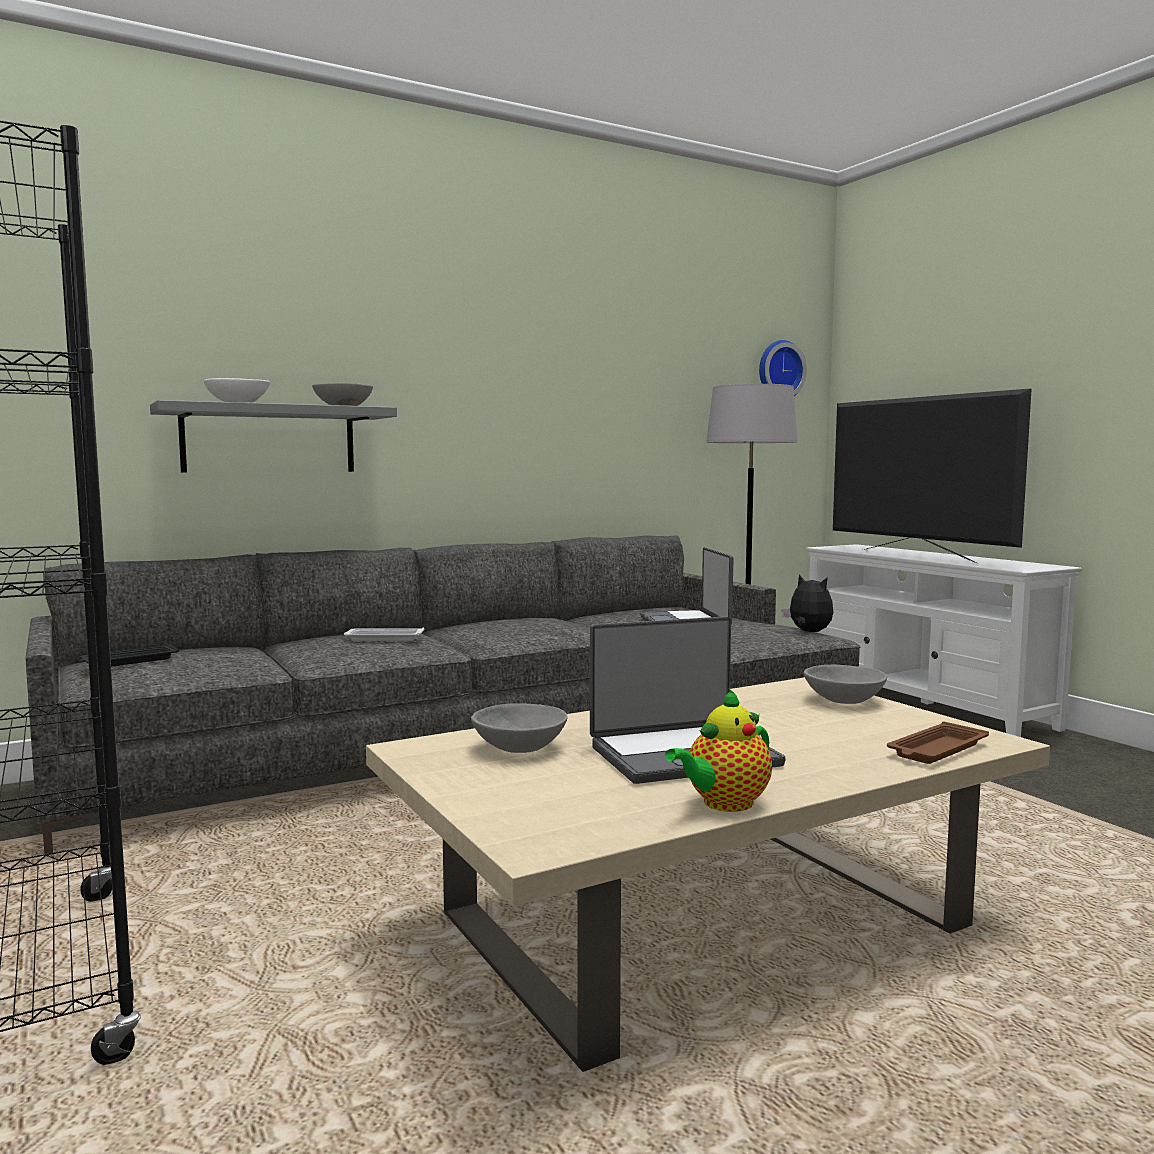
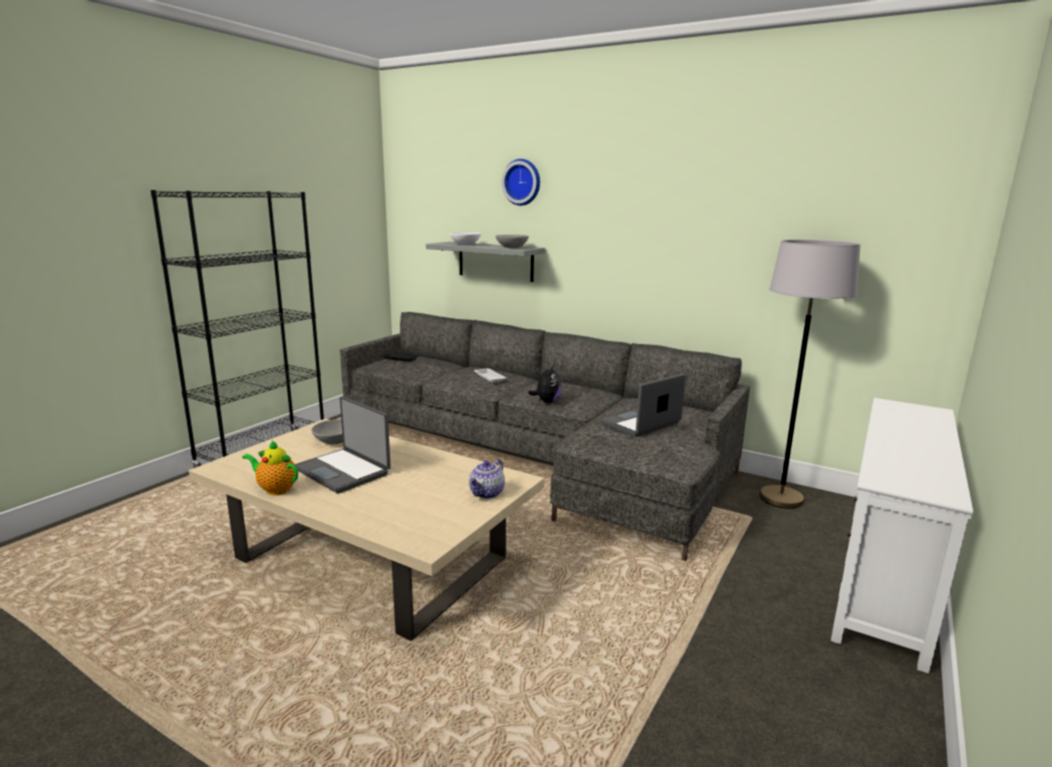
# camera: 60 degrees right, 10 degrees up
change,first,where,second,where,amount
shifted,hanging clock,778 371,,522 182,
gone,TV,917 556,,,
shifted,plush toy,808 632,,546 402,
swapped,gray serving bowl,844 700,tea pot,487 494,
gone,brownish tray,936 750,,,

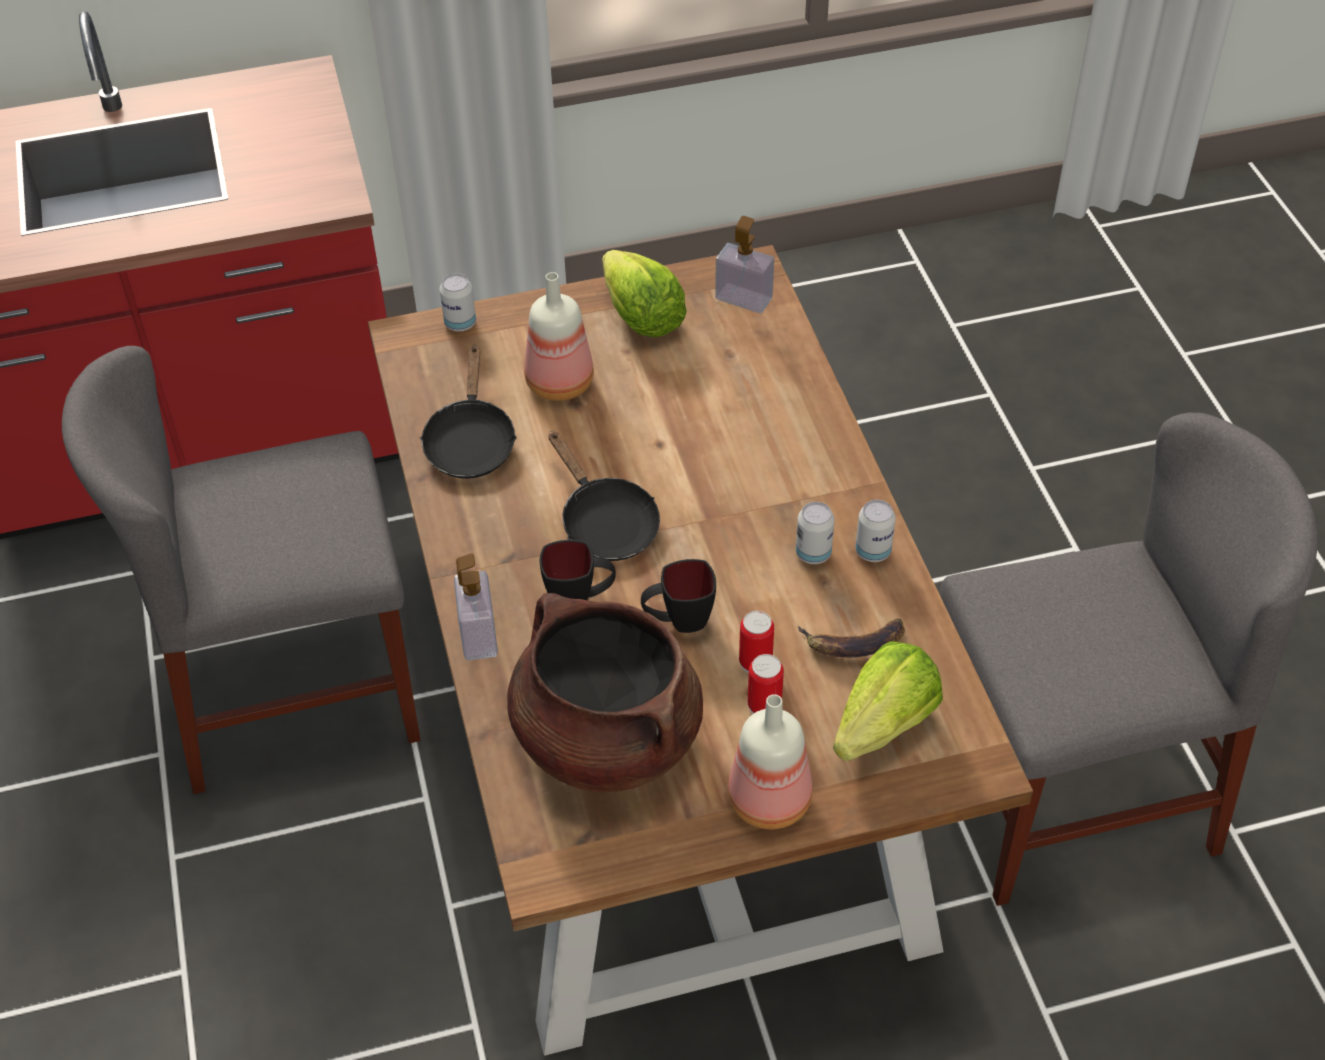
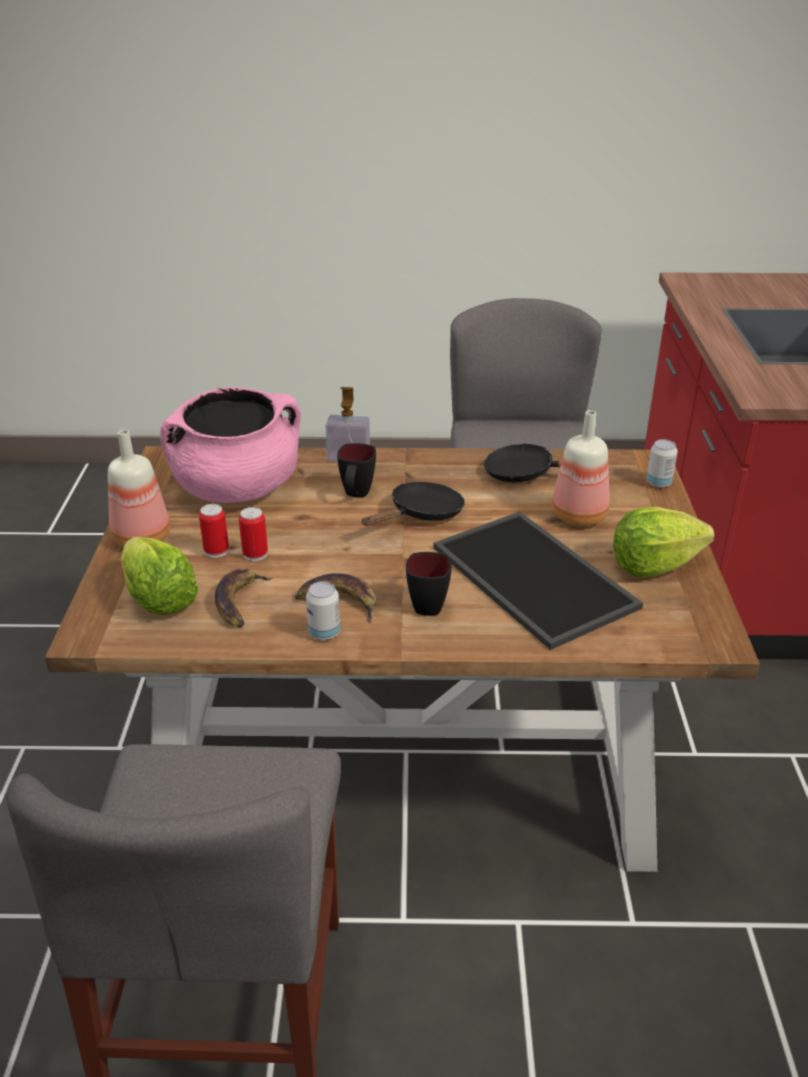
# camera: 105 degrees right, 15 degrees down
change,first,where,second,where,amount
gone,liquid soap bottle,743 298,,,
rotated,black-coloured frying pan,605 523,,421 514,150 degrees clockwise
swapped,sealed can,813 553,whole banana,340 601,
shifted,black-coloured coffee mug,678 622,,428 602,
repainted,brownish stockpot,606 738,pink-coloured stockpot,238 488,
new,,,tray,537 577,

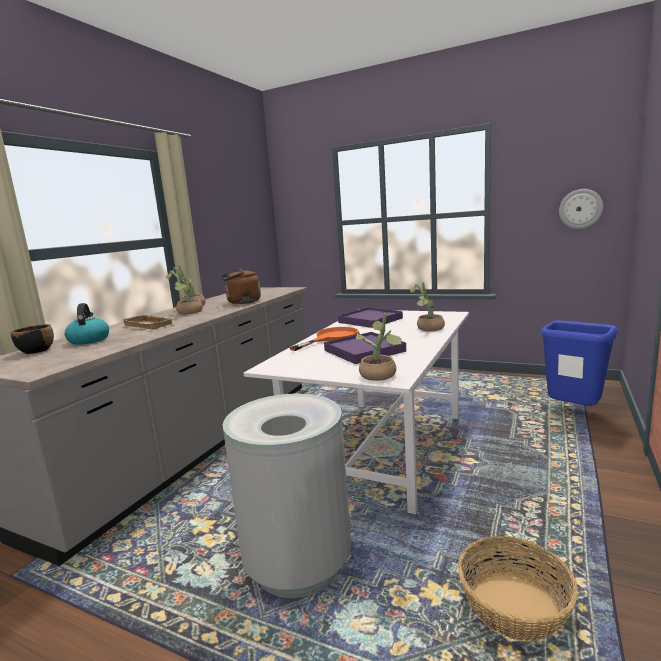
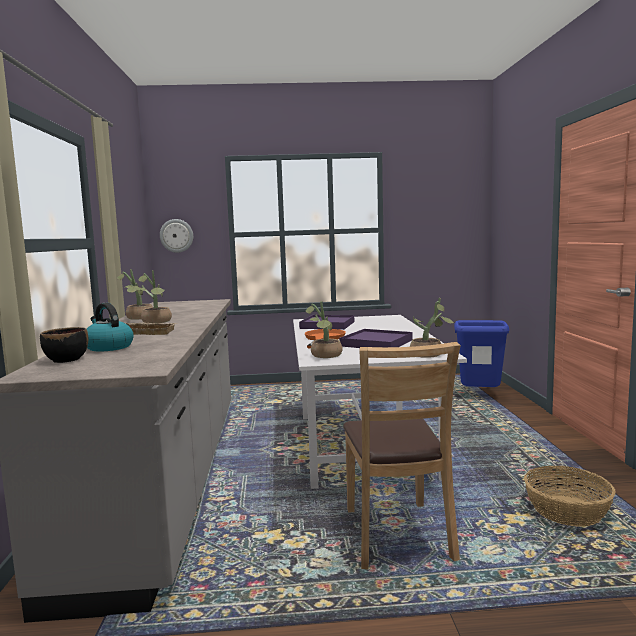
# camera: 30 degrees left, 5 degrees down
change,first,where,second,where,amount
shifted,hanging clock,580 209,,176 235,
gone,brownish kettle,241 302,,,
shifted,houseplant,428 329,,325 356,
swapped,gray trash can,298 564,brownish chair,397 535,

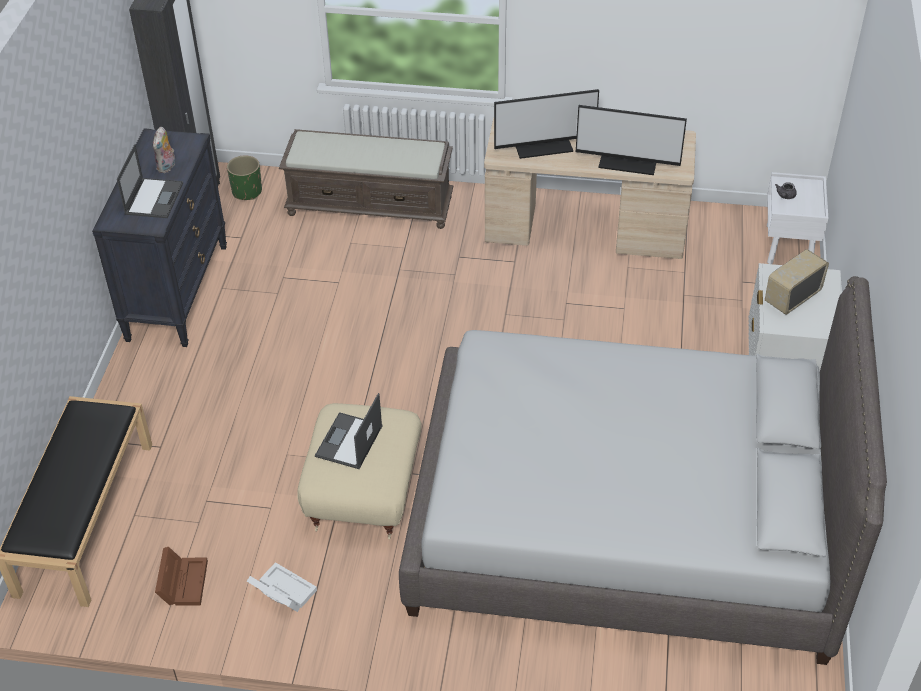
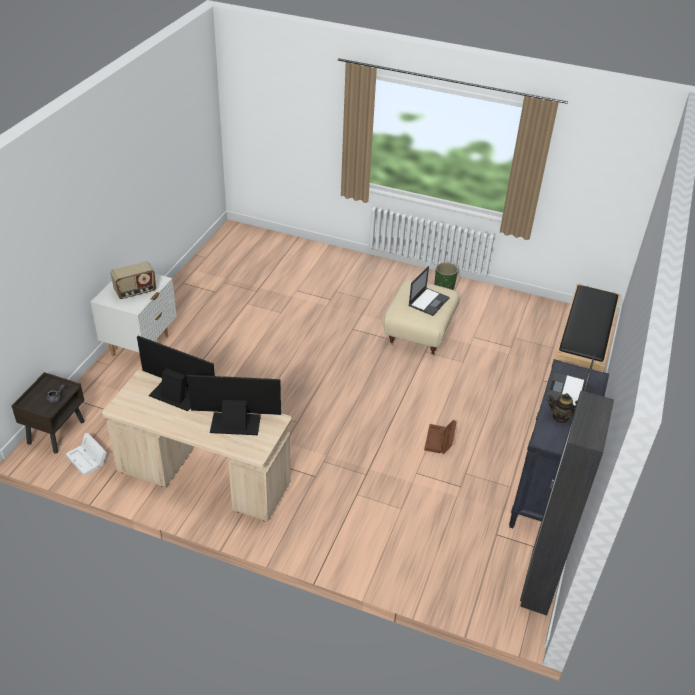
# camera: 170 degrees left, 5 degrees down
change,first,where,second,where,amount
swapped,plush toy,167 167,tea pot,560 417,
gone,brownish long seat,371 205,,,
shifted,green planter,247 192,,444 287,
repainted,white night table,789 246,brownish night table,56 432,
gone,gray bedroom bed,625 522,,,
shifted,brownish storage container,183 581,,439 441,
shifted,white storage container,281 591,,88 460,

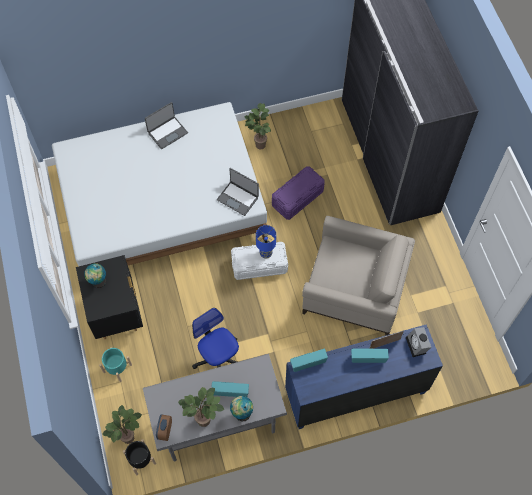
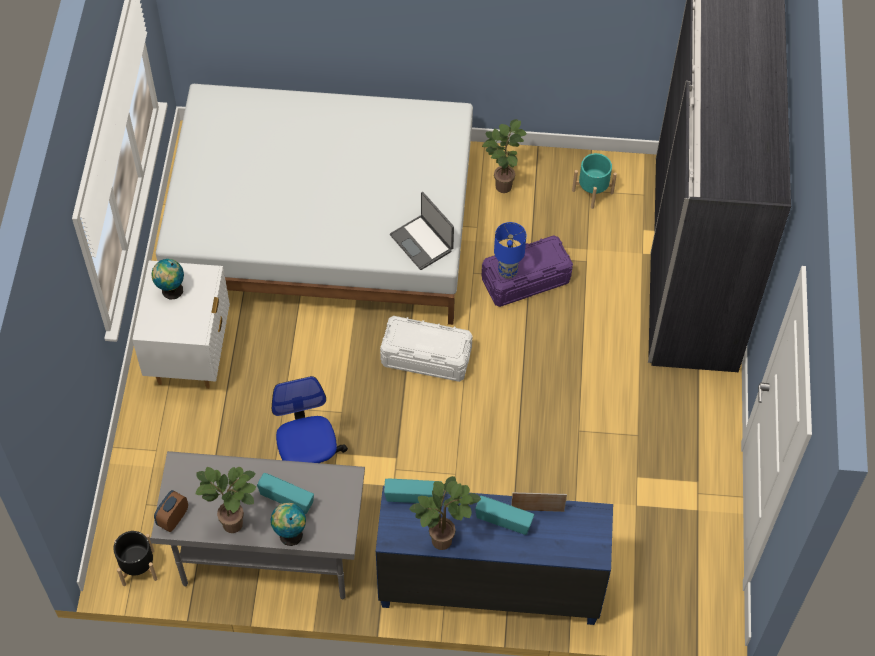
# camera: 20 degrees right, 5 degrees down
change,first,where,second,where,amount
gone,notebook computer,167 132,,,
gone,sand-coloured armchair,354 290,,,
shifted,blue tabletop lamp,265 253,,507 272,
repainted,black-coloured night table,116 314,white night table,190 356,
gone,bedside clock,417 346,,,
shifted,turquoise-coloured planter,117 368,,592 192,
shifted,houseplant,129 435,,444 537,

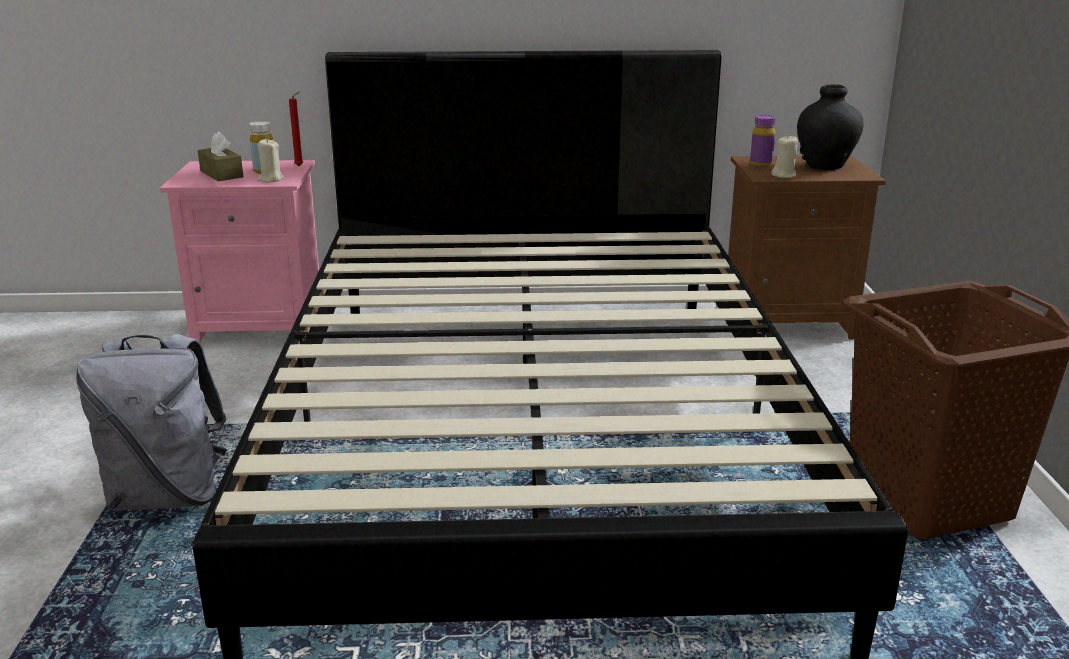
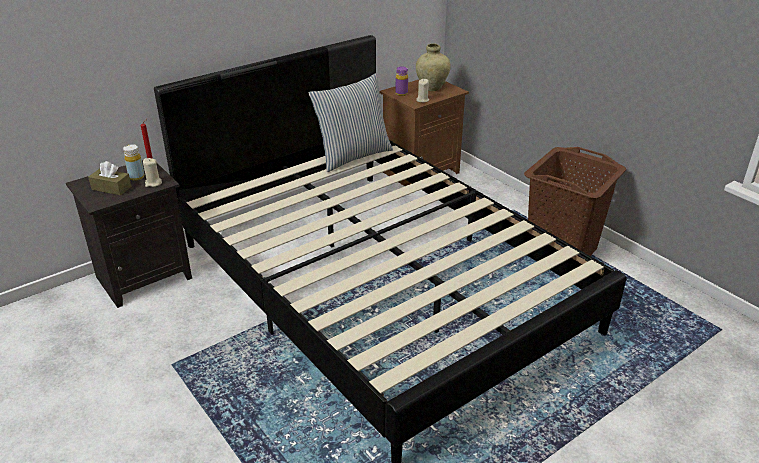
# camera: 35 degrees left, 10 degrees up
change,first,where,second,where,amount
repainted,black-coloured decorative vase,825 166,sand-coloured decorative vase,432 88,
repainted,pink-coloured night table,262 329,black-coloured night table,144 276,
gone,gray knapsack,168 496,,,
new,,,pillow,353 156,

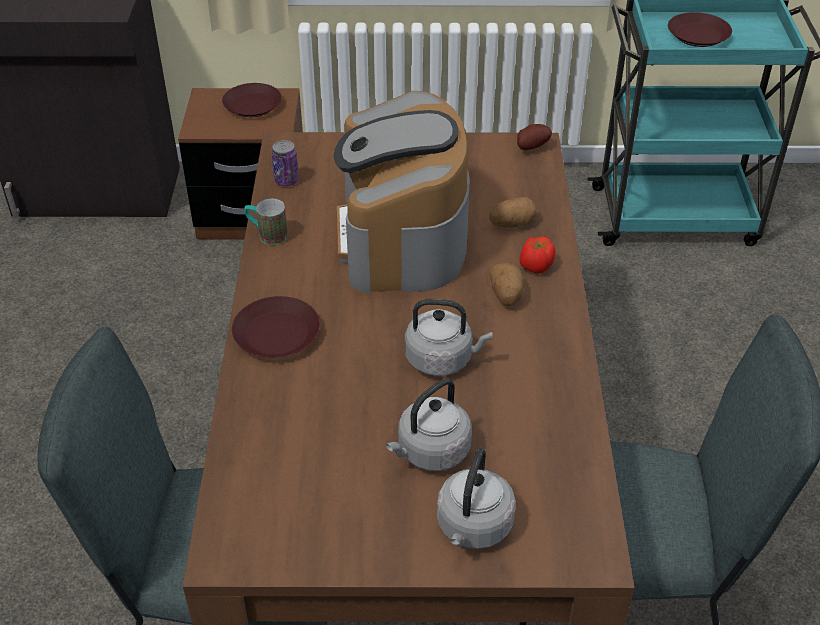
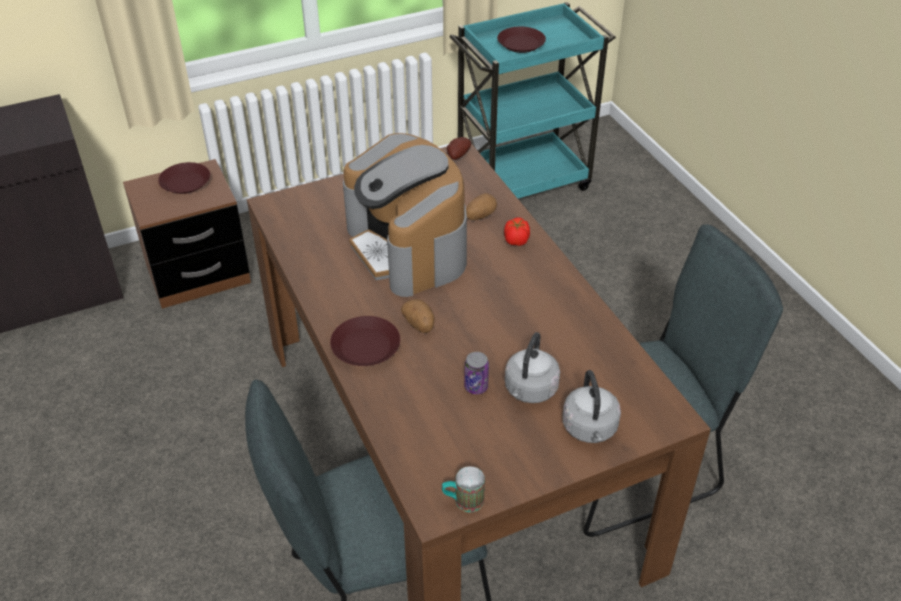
# camera: 25 degrees left, 0 degrees up
change,first,where,second,where,amount
shifted,sealed can,286 181,,476 387,
shifted,coffee mug,267 235,,462 501,
shifted,spud,506 295,,419 324,
gone,gray kettle,442 359,,,

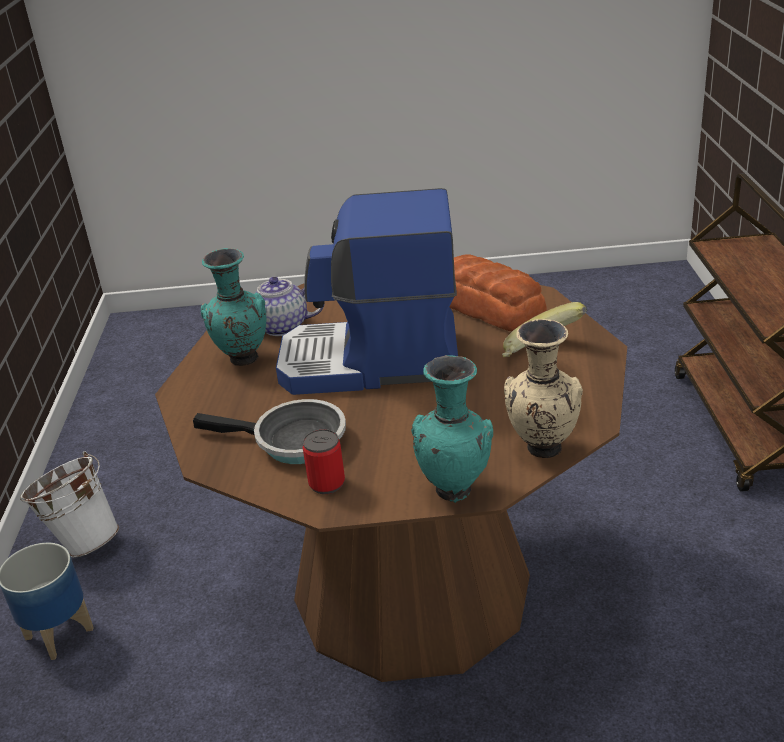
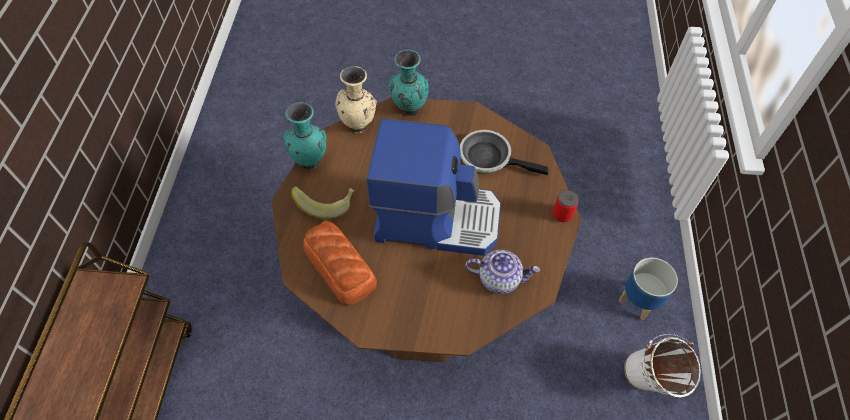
# camera: 175 degrees left, 25 degrees up
change,first,where,second,where,amount
shifted,turquoise-coloured decorative vase,242 361,,311 162,
shifted,sealed can,327 483,,562 214,

